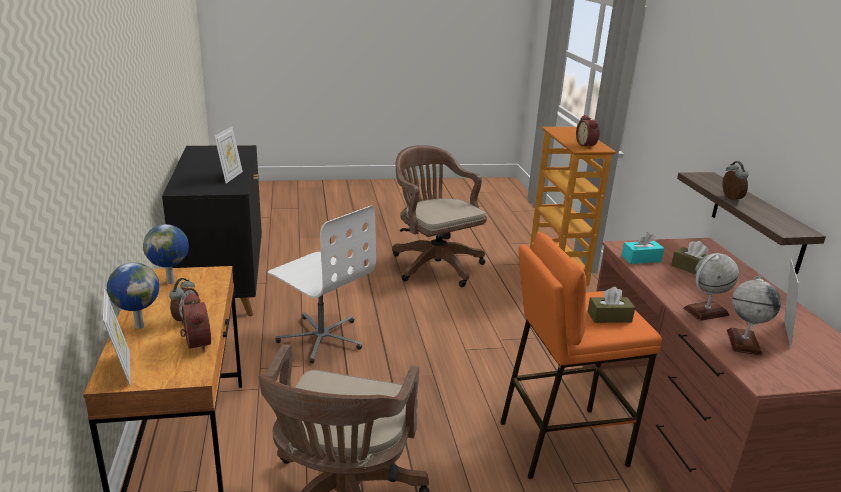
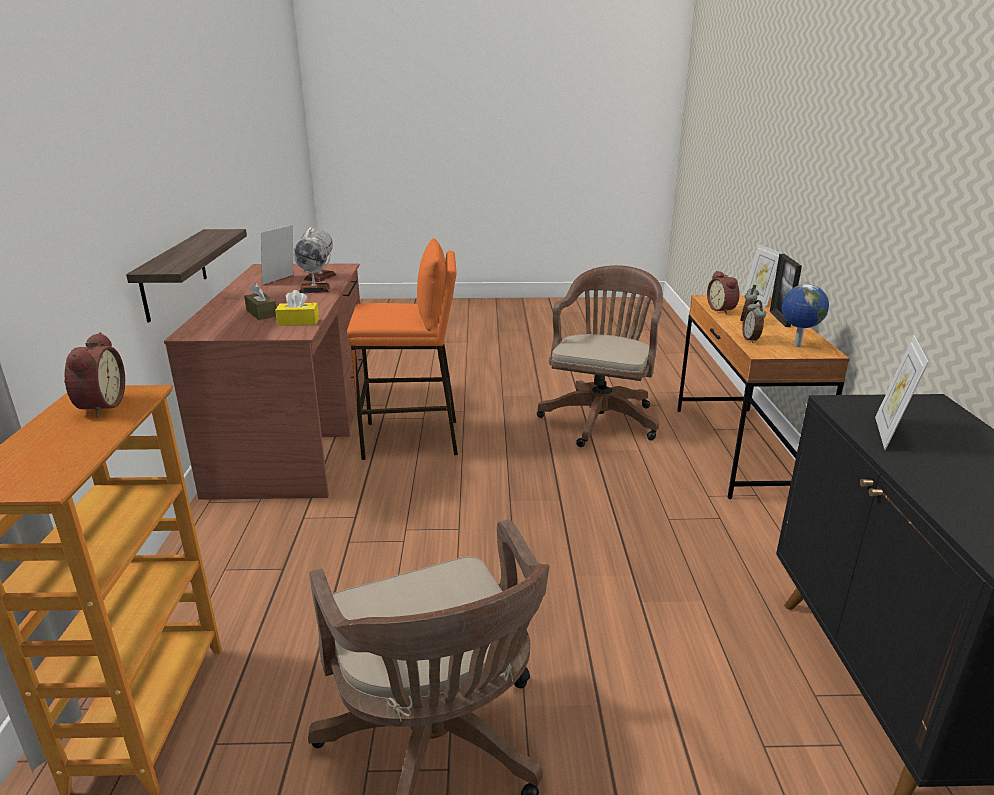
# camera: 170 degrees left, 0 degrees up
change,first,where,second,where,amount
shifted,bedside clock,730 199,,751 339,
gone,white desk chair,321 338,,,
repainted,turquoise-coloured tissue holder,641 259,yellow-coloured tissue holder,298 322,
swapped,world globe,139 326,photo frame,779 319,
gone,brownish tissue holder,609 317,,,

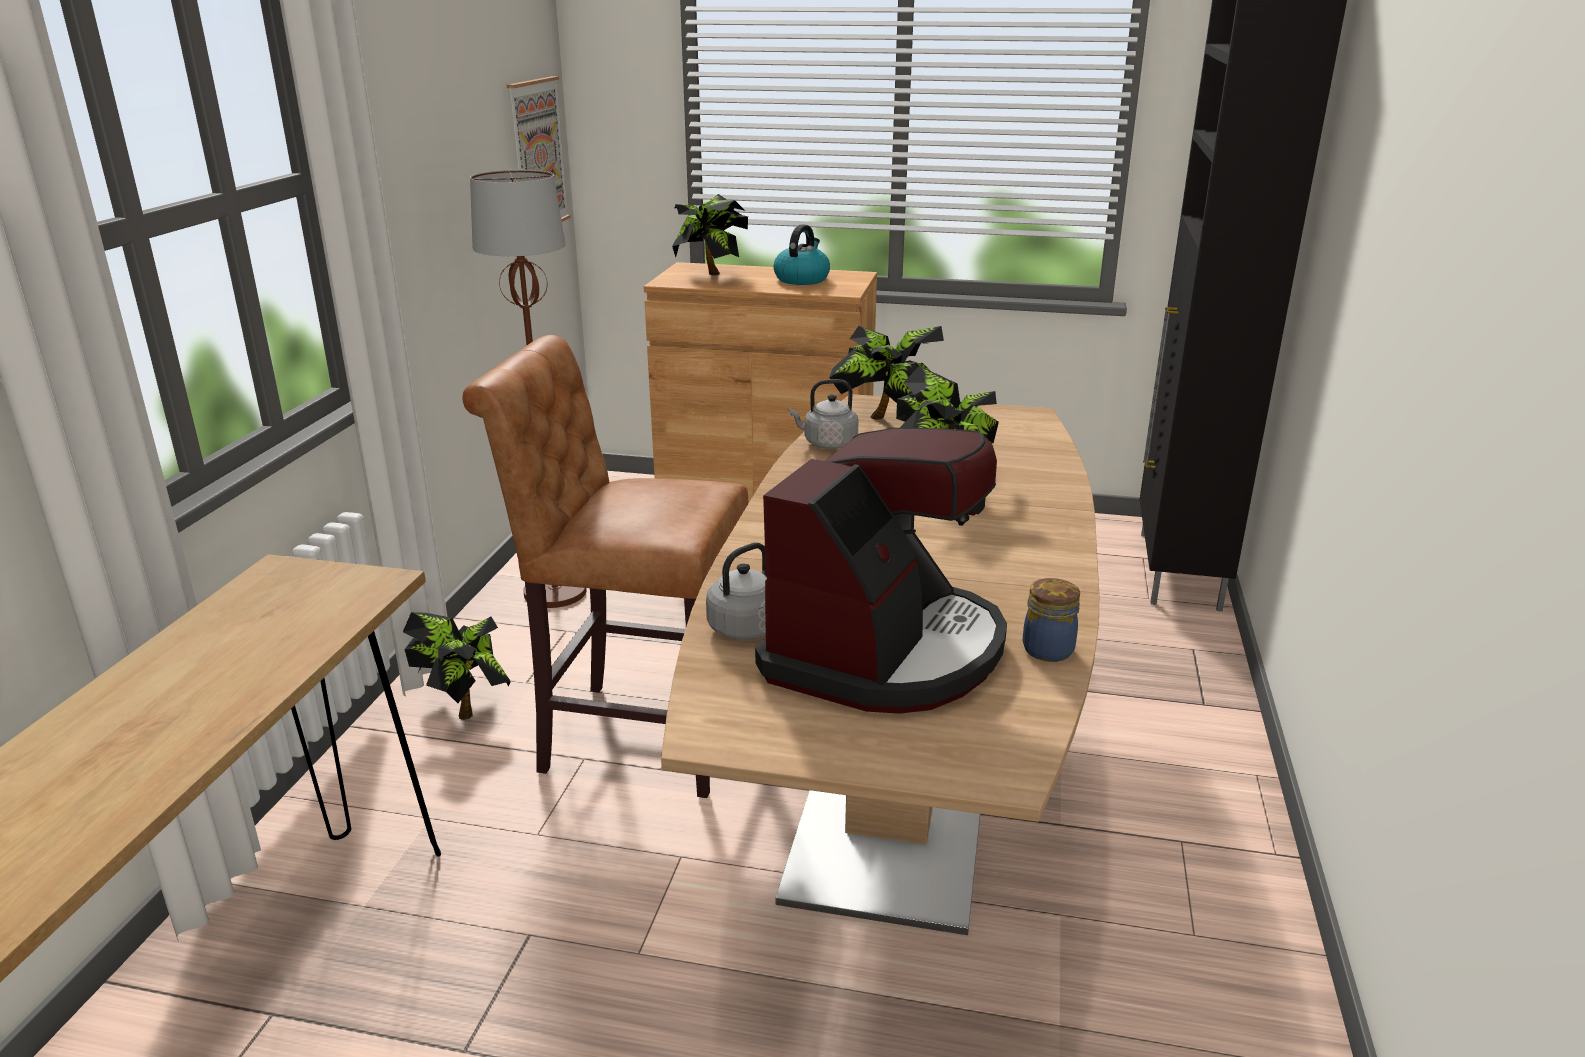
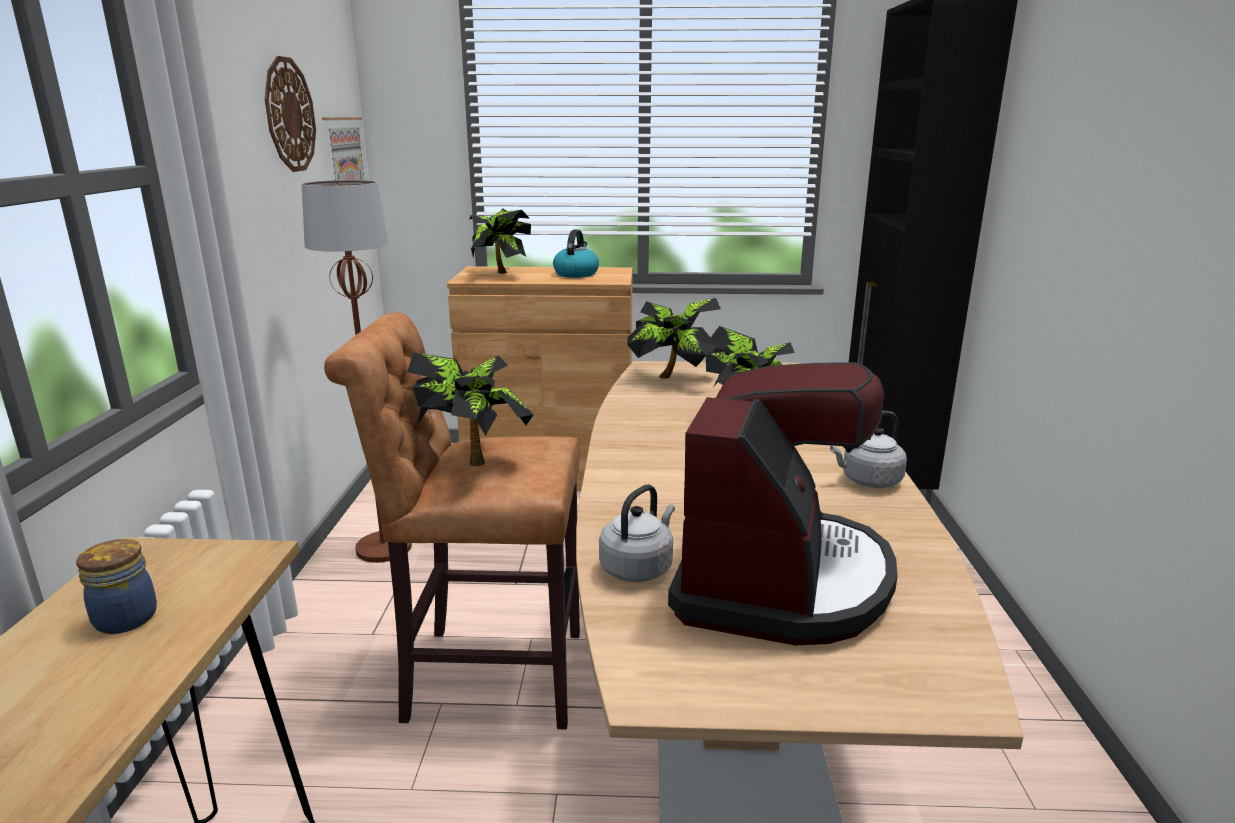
# camera: 10 degrees left, 5 degrees down
change,first,where,second,where,amount
shifted,gray kettle,827 444,,868 481,
shifted,preserve jar,1047 648,,126 617,
shifted,houseplant,466 707,,473 457,
new,,,hanging clock,289 115,

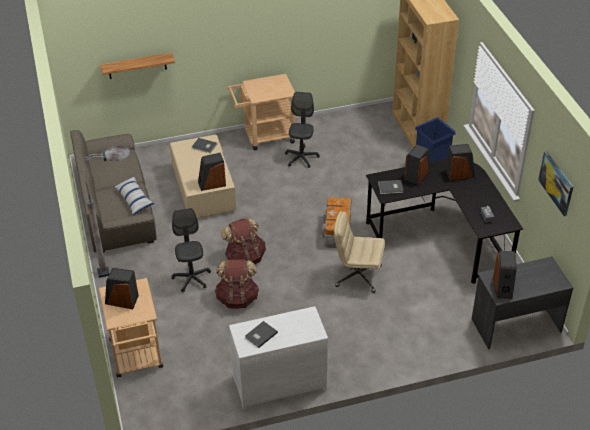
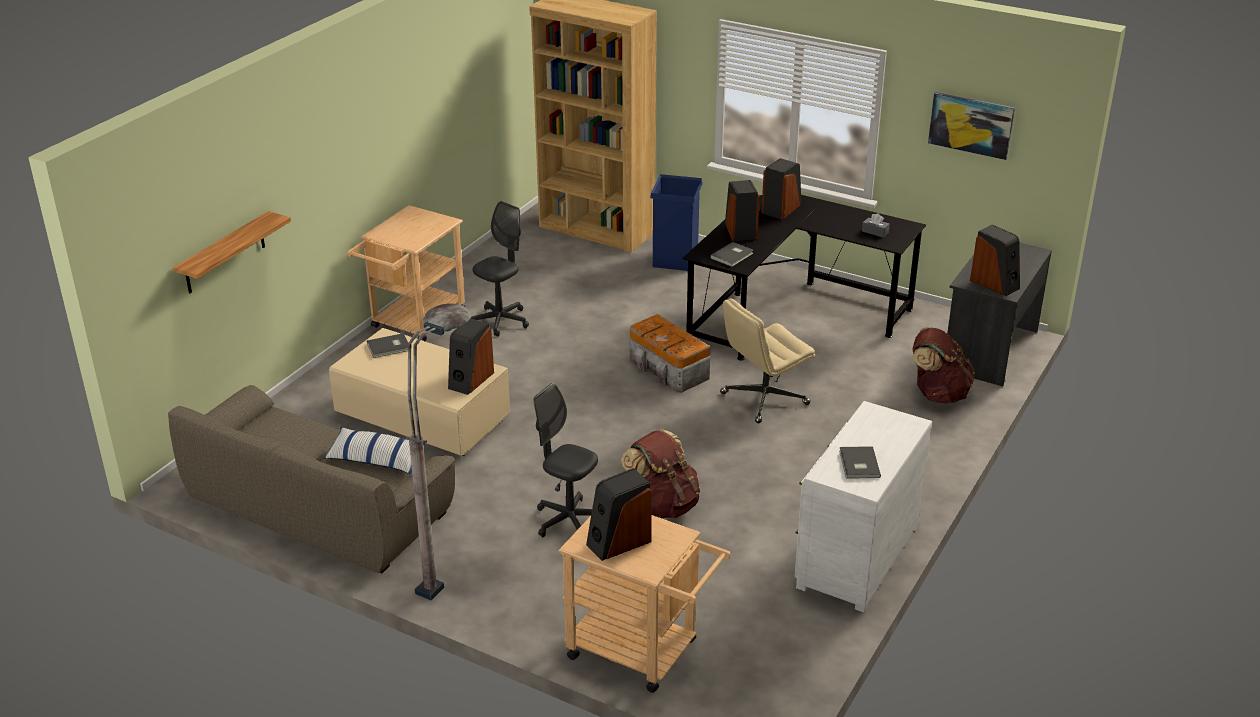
# camera: 45 degrees left, 10 degrees down
change,first,where,second,where,amount
rotated,gray desk chair,301 158,,500 321,75 degrees clockwise
shifted,brownish knapsack,245 257,,937 394,

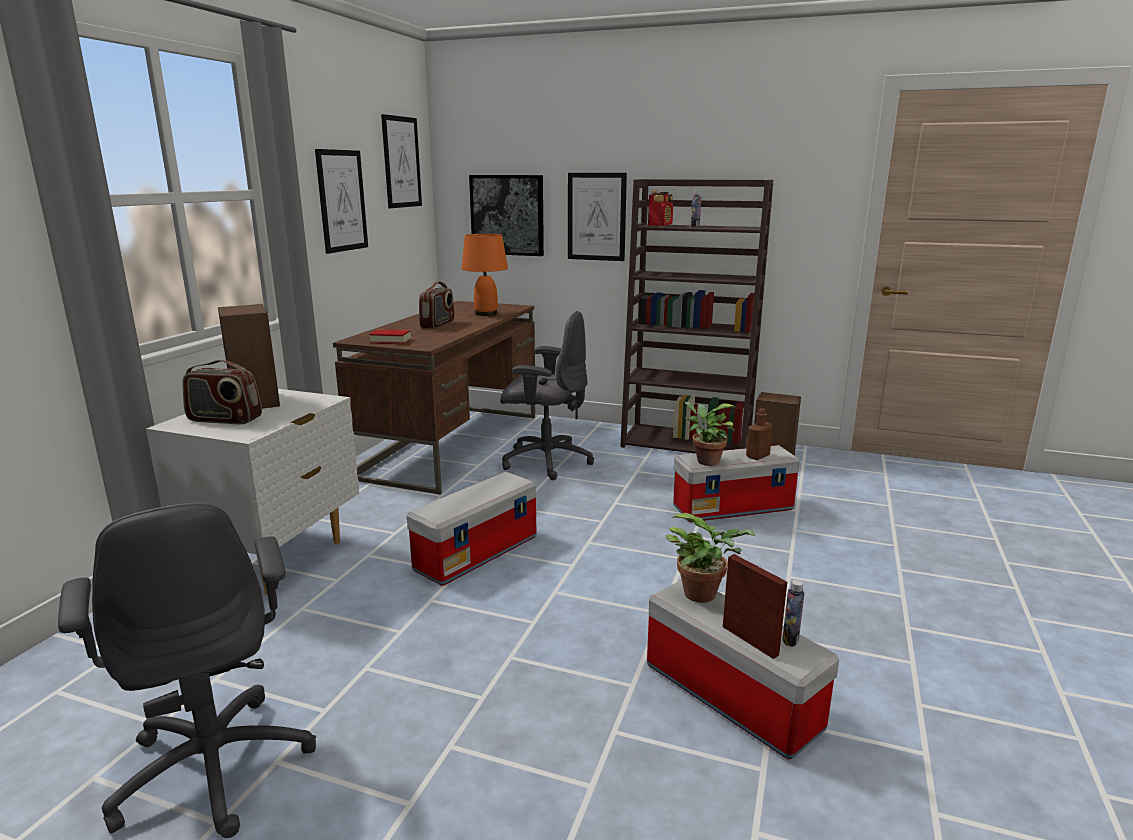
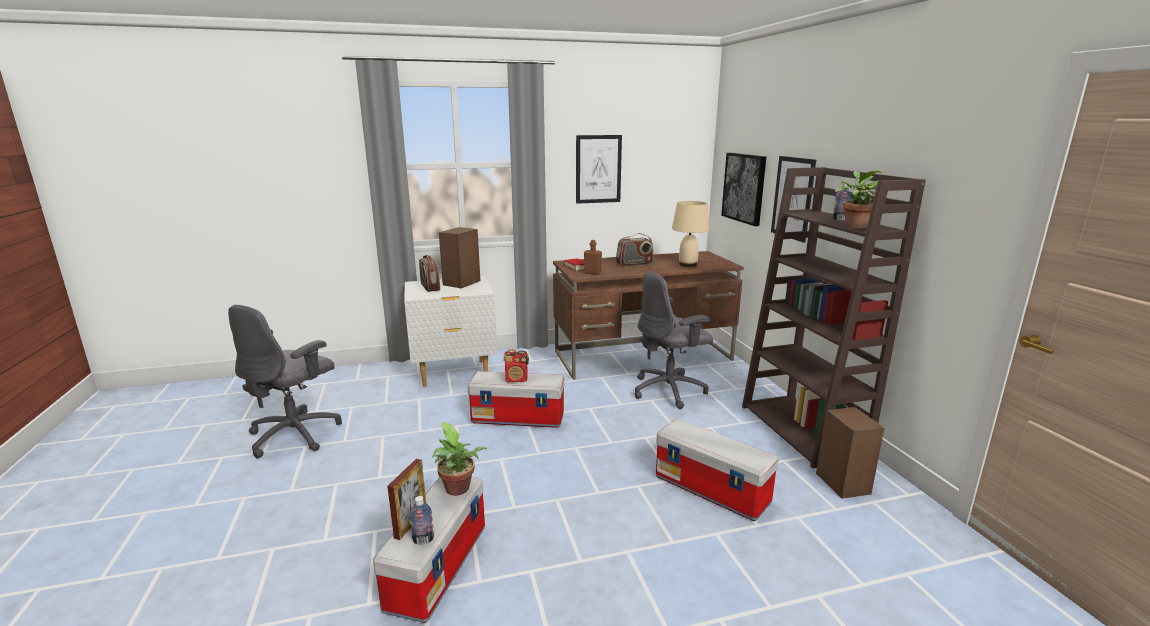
# camera: 55 degrees right, 0 degrees up
change,first,where,second,where,amount
gone,picture,401 162,,,
shifted,radio set,660 225,,517 379,
repainted,orangey tabletop lamp,485 314,sand-coloured tabletop lamp,687 264,
rotated,gray desk chair,545 461,,669 390,90 degrees clockwise
shifted,houseplant,705 461,,854 226,
shifted,brownish bottle,757 456,,592 273,

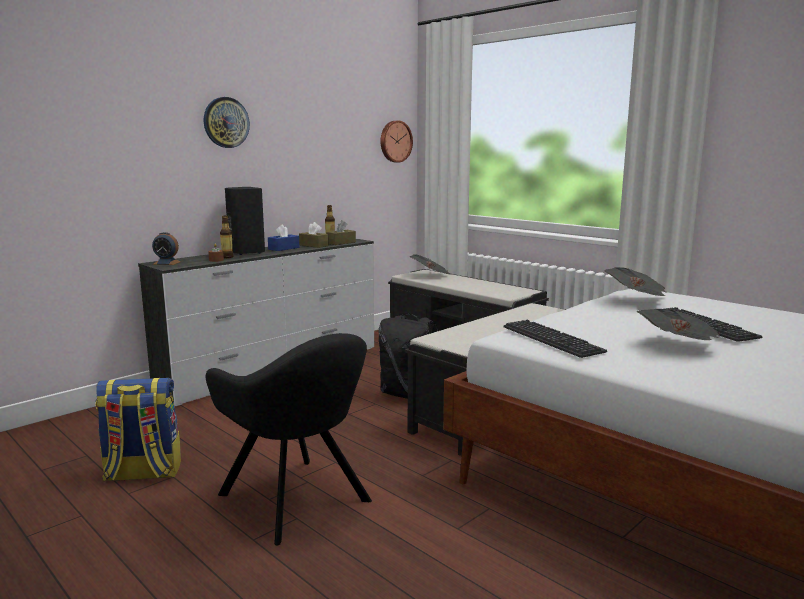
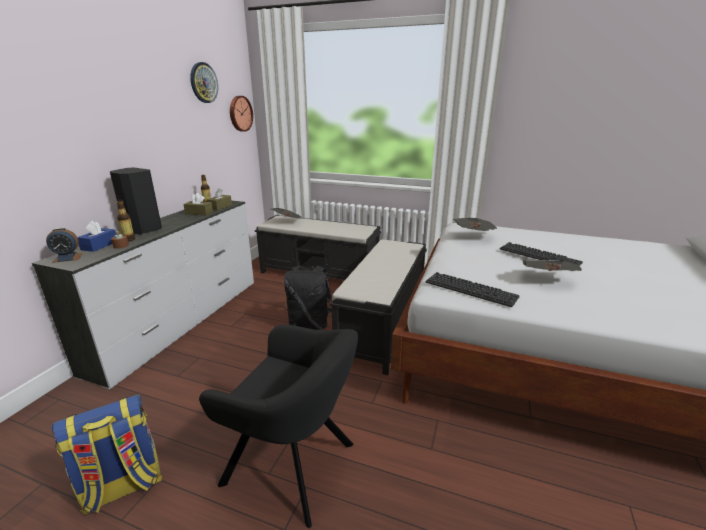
# camera: 25 degrees left, 10 degrees up
change,first,where,second,where,amount
shifted,hanging clock,226 122,,203 83,
shifted,blue tissue holder,284 248,,99 245,

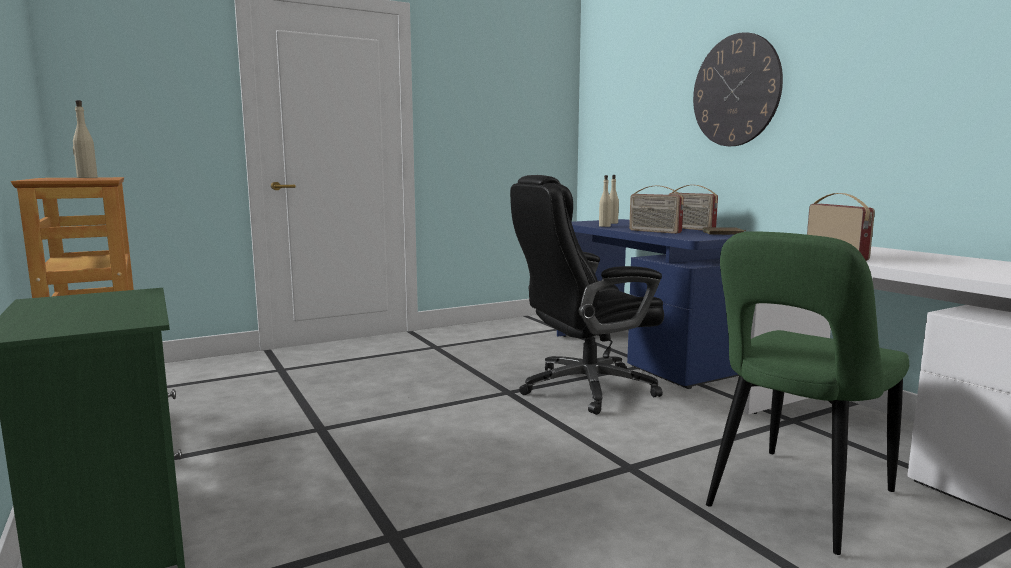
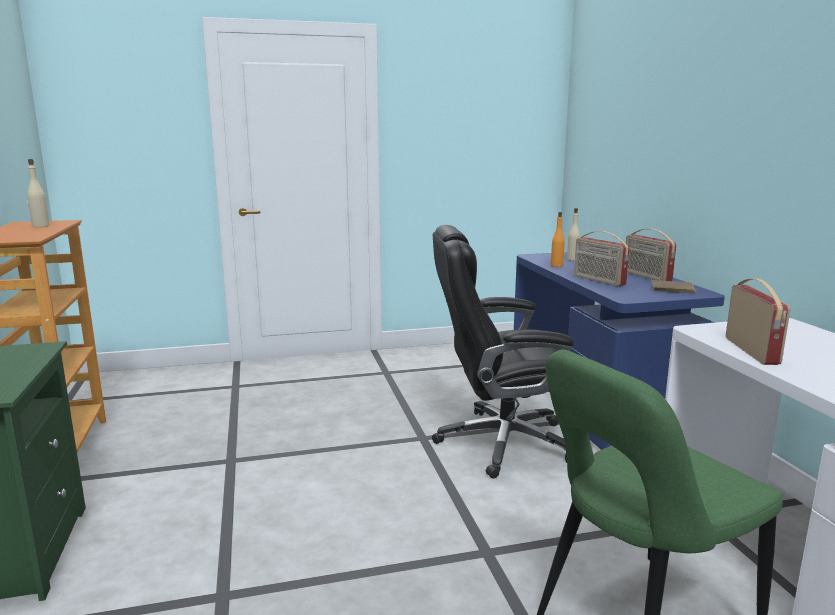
# camera: 15 degrees right, 5 degrees up
change,first,where,second,where,amount
gone,hanging clock,736 90,,,
repainted,sand-coloured bottle,604 226,orangey bottle,556 265,

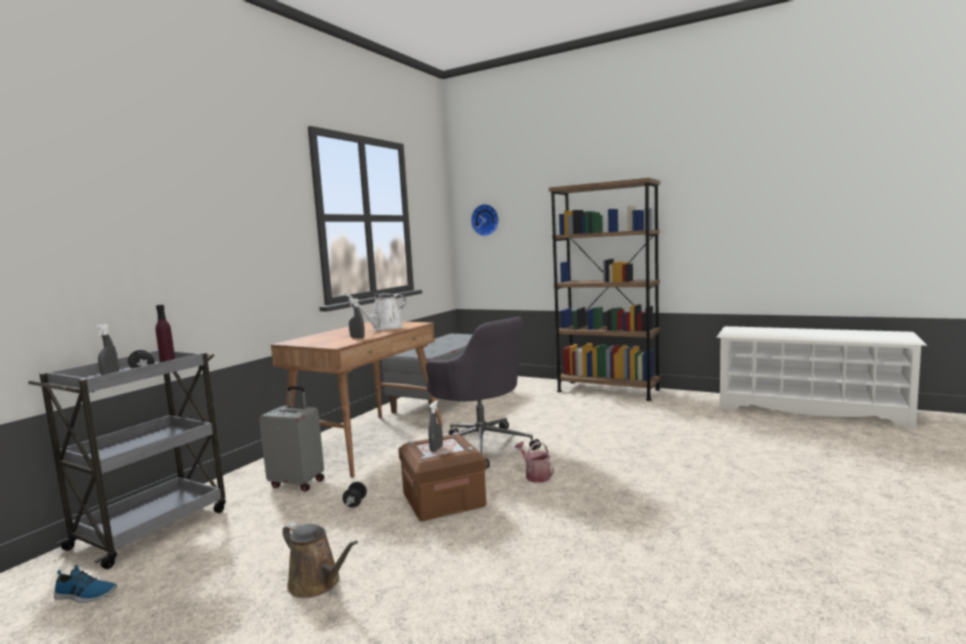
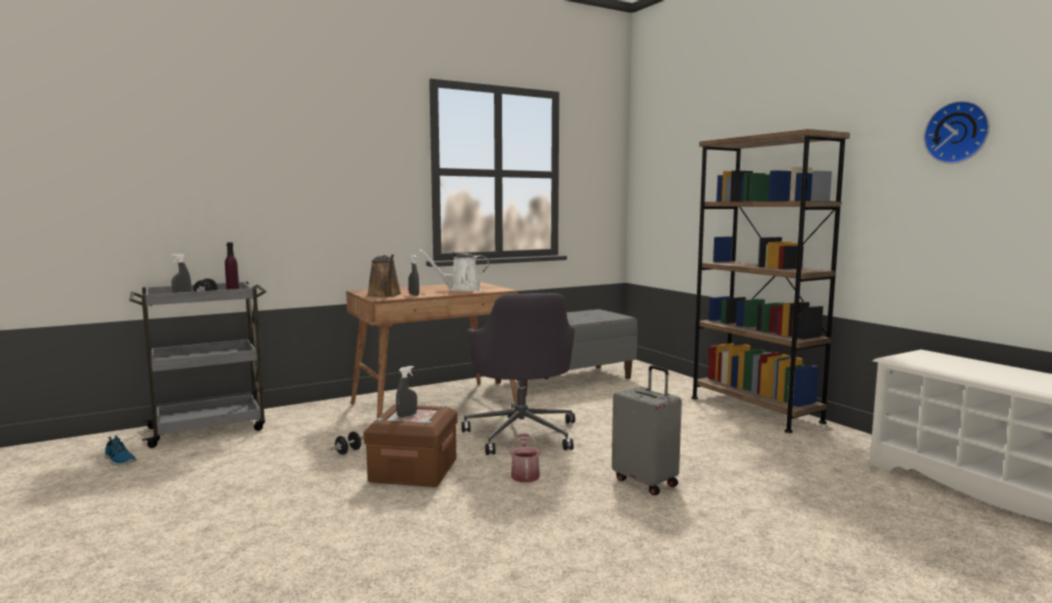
# camera: 30 degrees right, 0 degrees up
change,first,where,second,where,amount
shifted,hanging clock,486 220,,958 132,
shifted,gray travel case,298 483,,646 482,
shifted,brownish sprinkling can,317 583,,385 295,

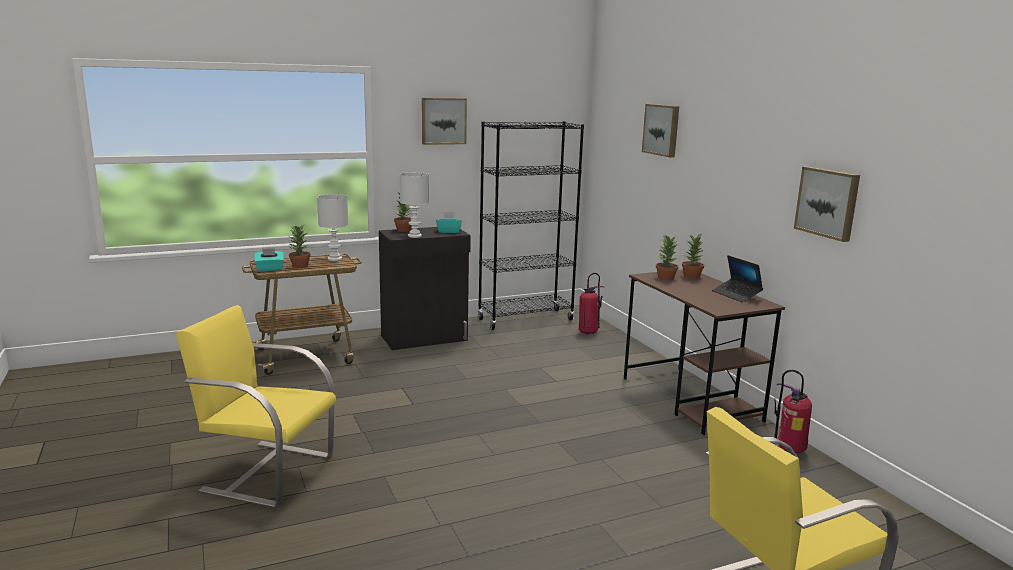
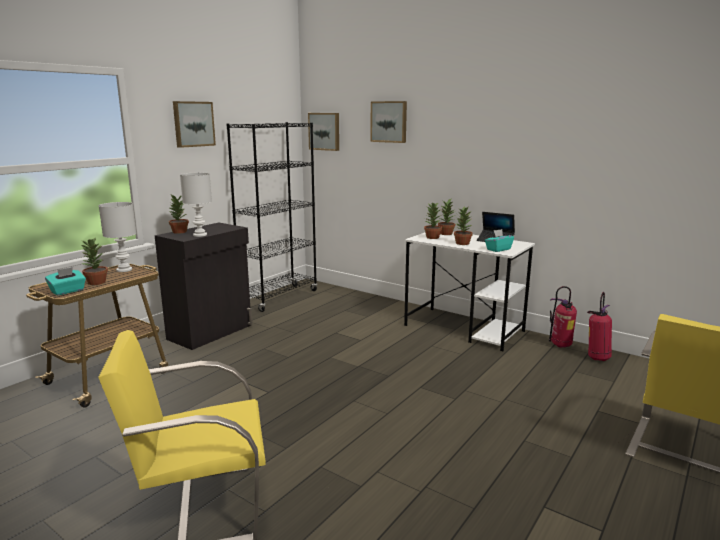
# camera: 30 degrees left, 0 degrees up
change,first,where,second,where,amount
shifted,picture,828 202,,324 131,
shifted,turquoise-coloured tissue holder,449 231,,498 249,
repainted,brownish desk,691 399,white desk,464 328,
shifted,extinguisher,588 332,,597 358,
new,,,houseplant,462 243,

